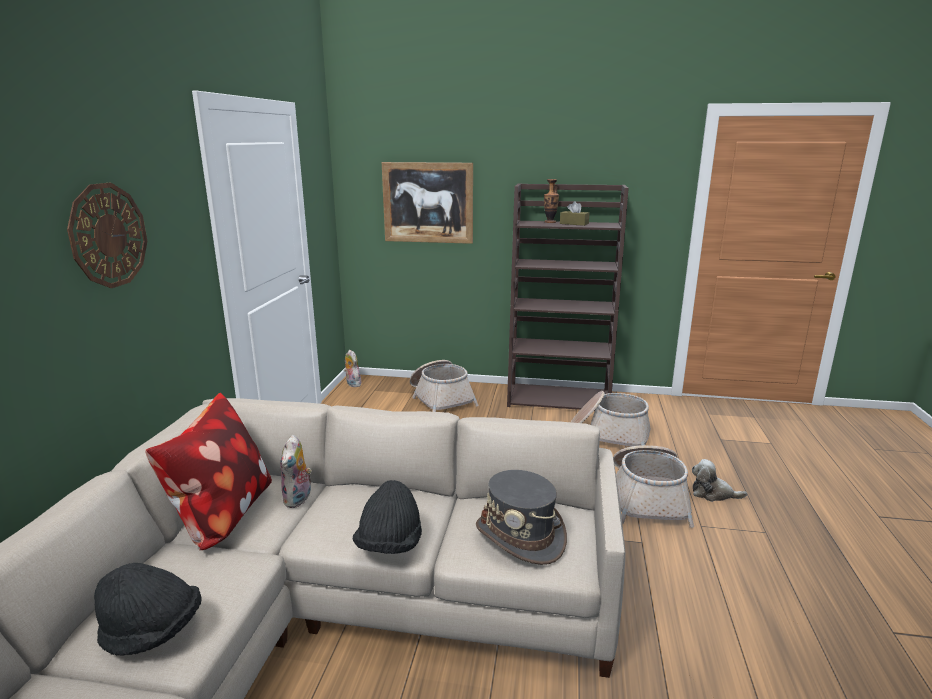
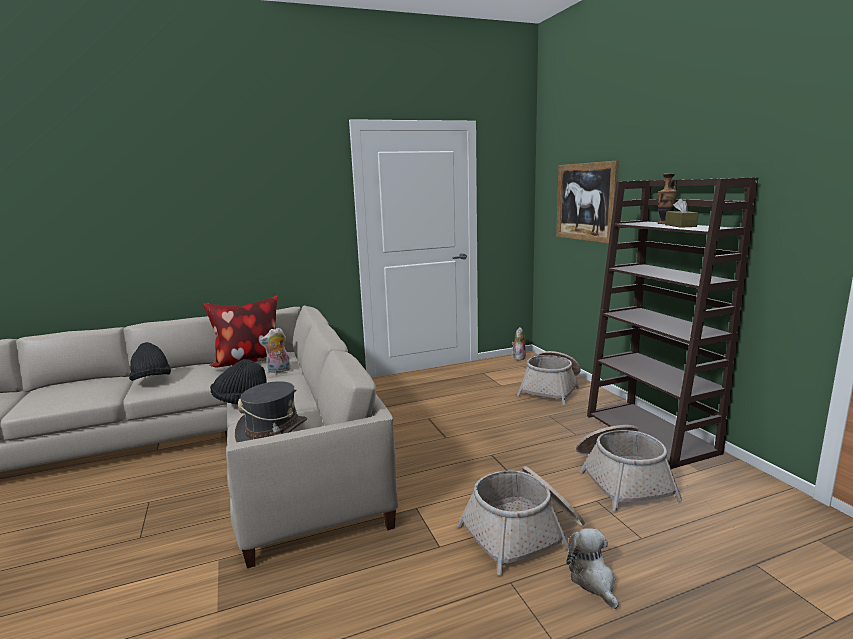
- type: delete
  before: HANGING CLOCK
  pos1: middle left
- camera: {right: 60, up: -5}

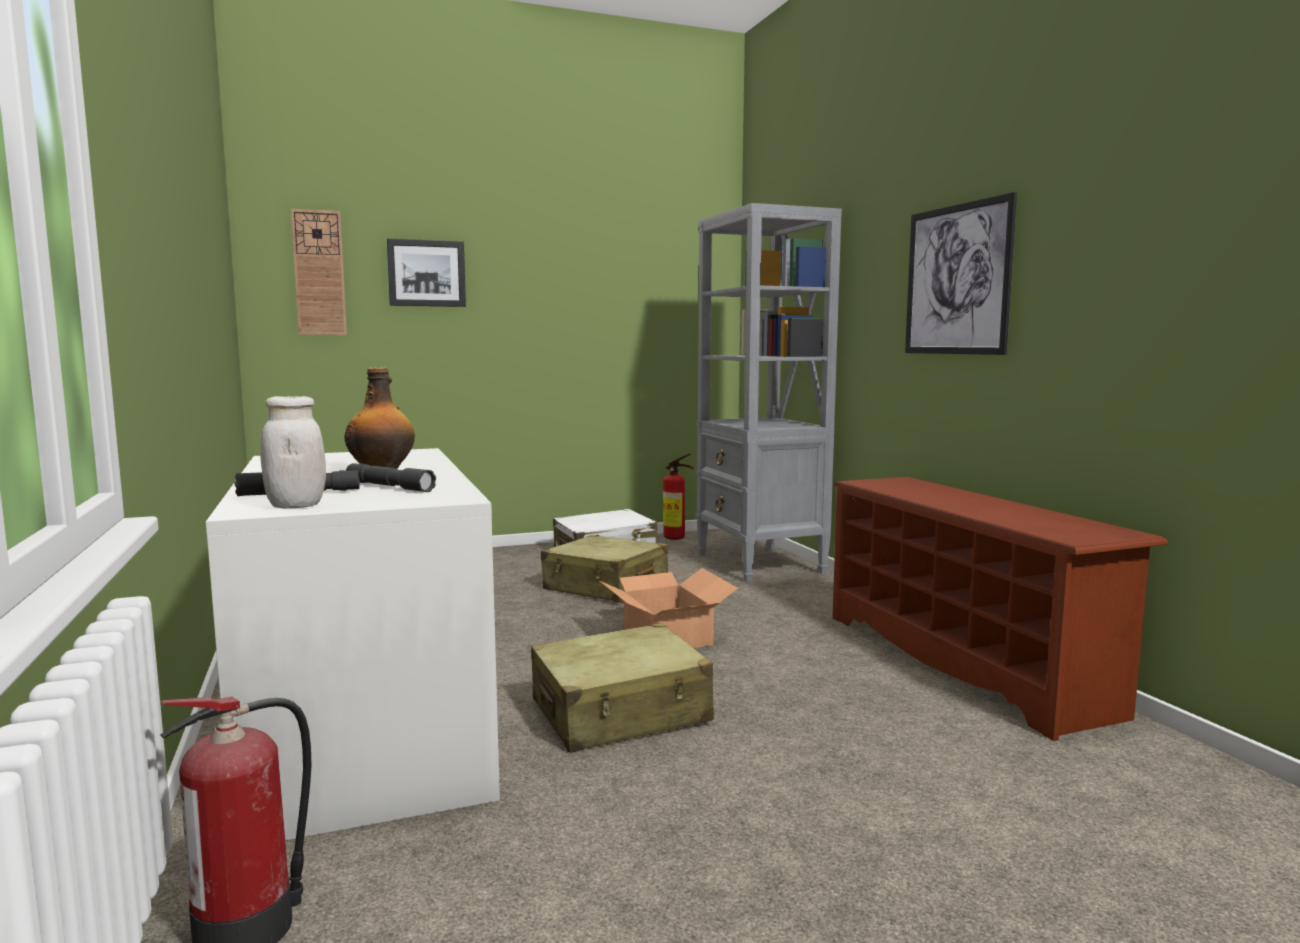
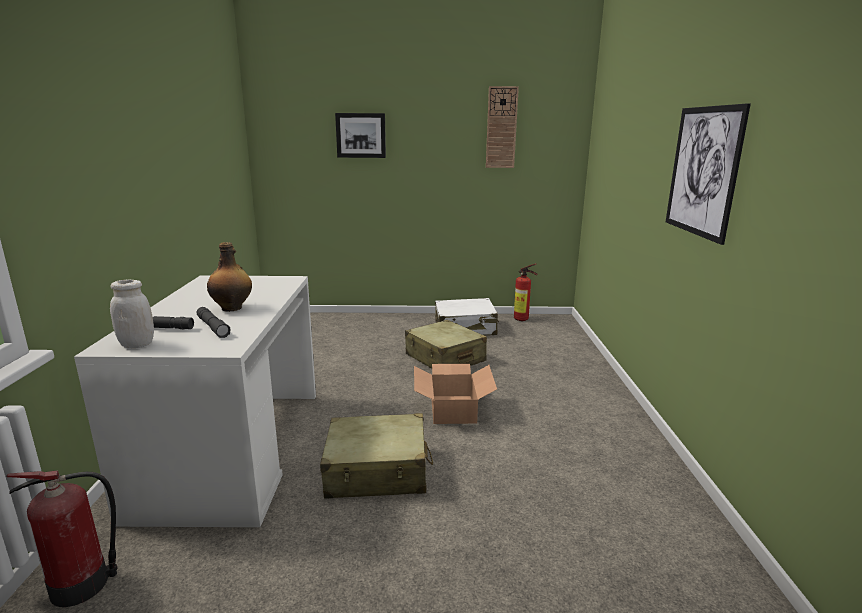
- type: move
  before: HANGING CLOCK
  pos1: top left
  pos2: top centre
- type: delete
  before: GRAY SHELVING UNIT
  pos1: centre
- type: delete
  before: BROWNISH SHOE RACK
  pos1: middle right
- camera: {right: 20, up: 10}

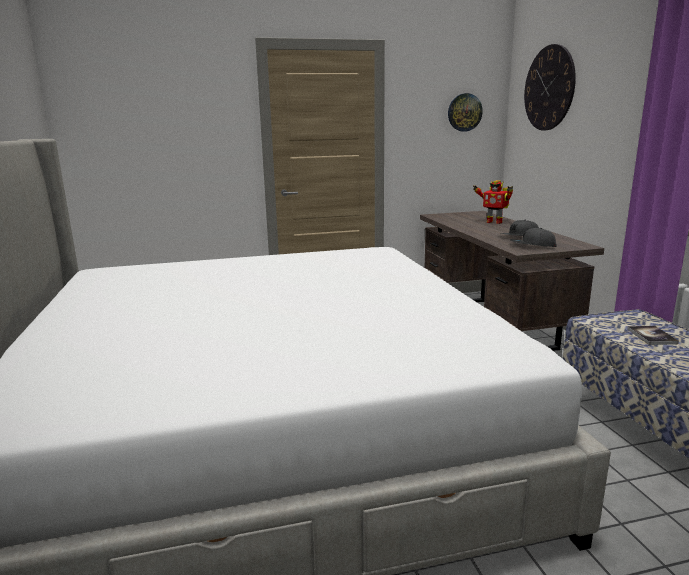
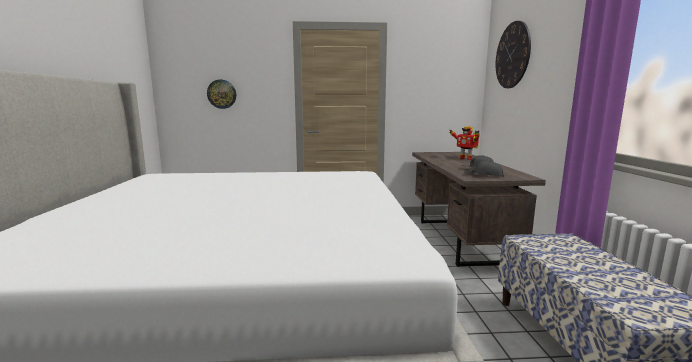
- type: move
  before: HANGING CLOCK (1st from left)
  pos1: top right
  pos2: top left
- type: delete
  before: BOOK
  pos1: middle right
- camera: {right: 10, up: -5}

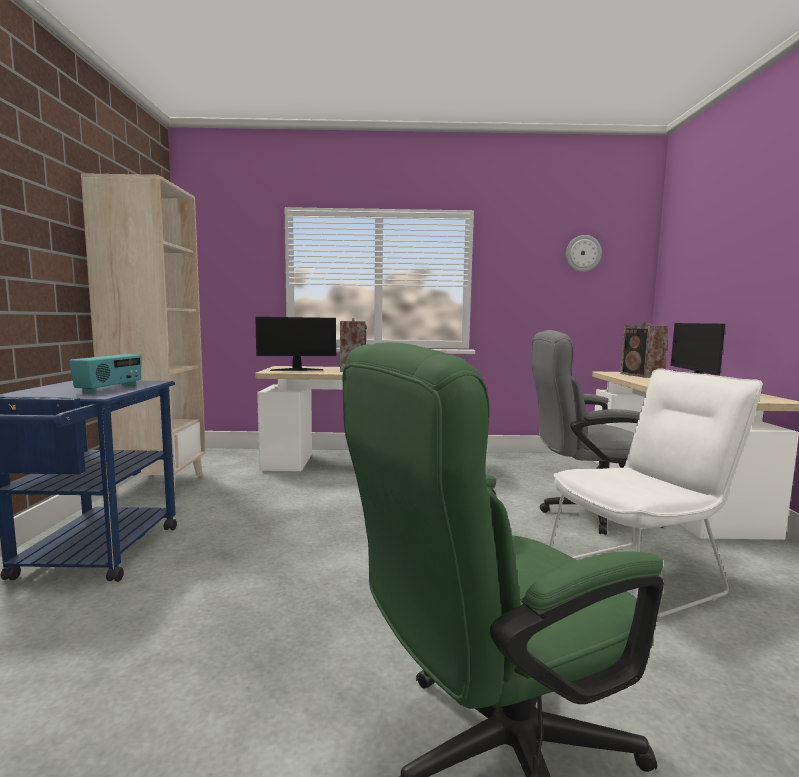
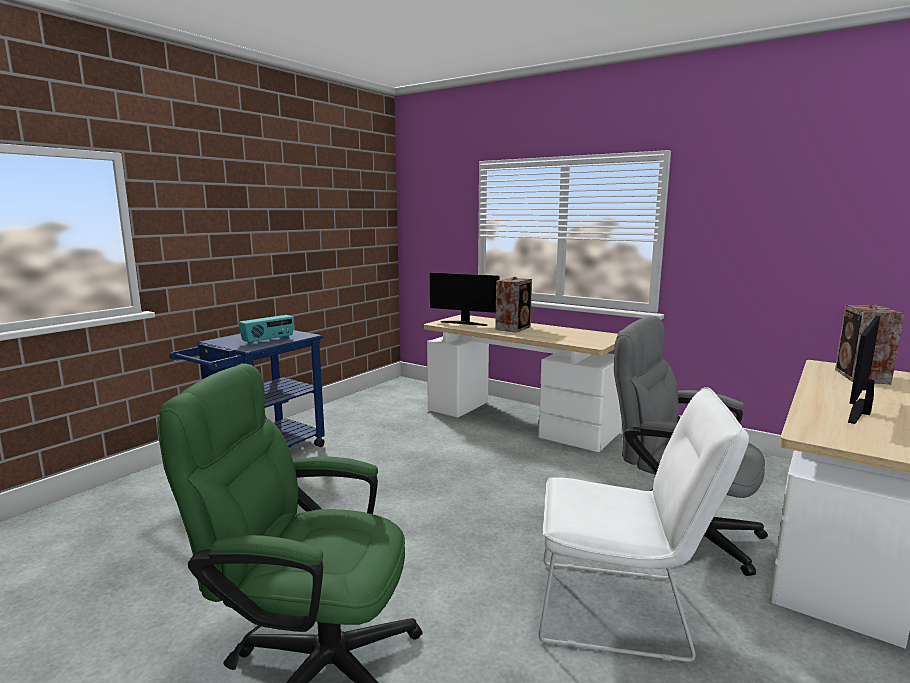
- type: delete
  before: BEIGE SHELVING UNIT
  pos1: middle left
- type: delete
  before: HANGING CLOCK
  pos1: top right
- camera: {right: 35, up: 5}

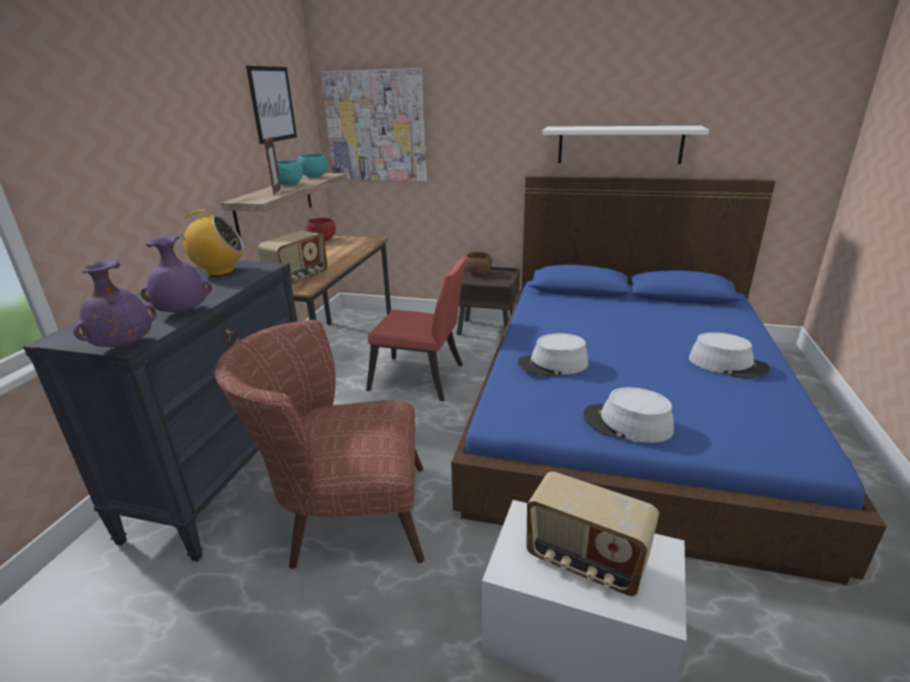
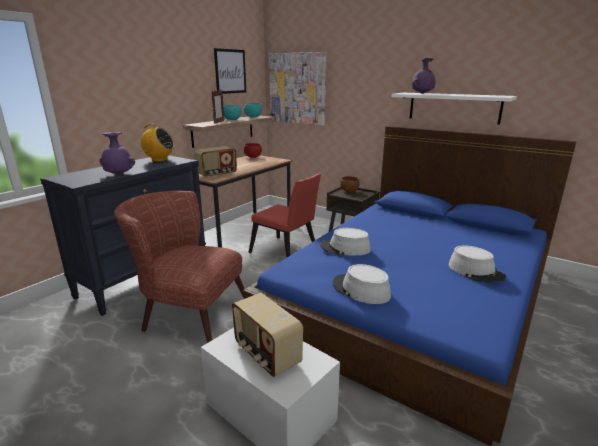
- type: move
  before: PURPLISH FLOWER VASE (1st from left in the first image)
  after: PURPLISH FLOWER VASE (2nd from left)
  pos1: middle left
  pos2: top right
- camera: {right: 20, up: -5}

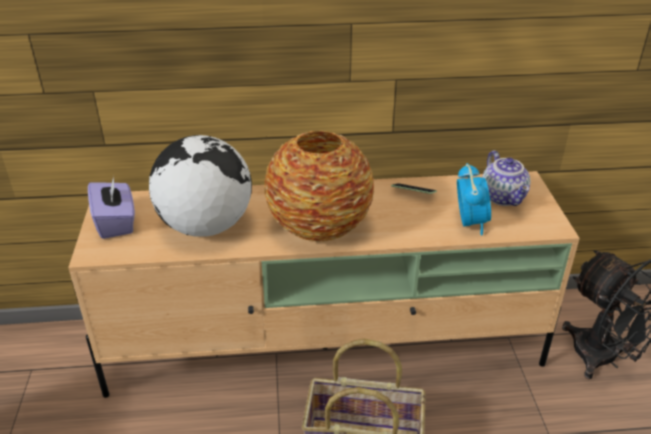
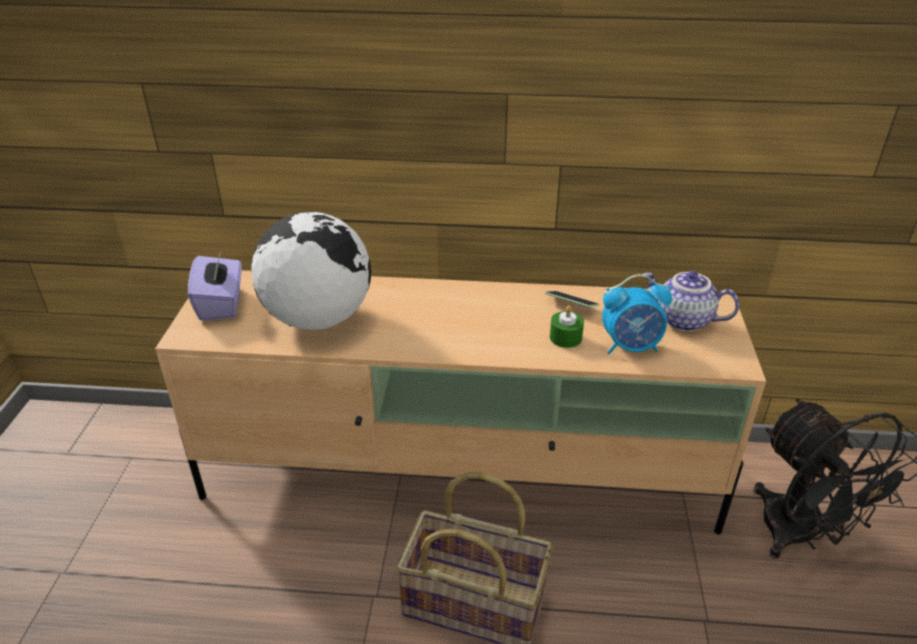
- type: delete
  before: FLOWER VASE
  pos1: centre
- type: rotate
  before: BEDSIDE CLOCK
  pos1: middle right
  pos2: middle right
  turn: 75
- type: rotate
  before: POT FOR TEA
  pos1: middle right
  pos2: middle right
  turn: 120
- type: insert
  after: GREEN WAX CANDLE
  pos2: centre
- camera: {right: 10, up: 0}

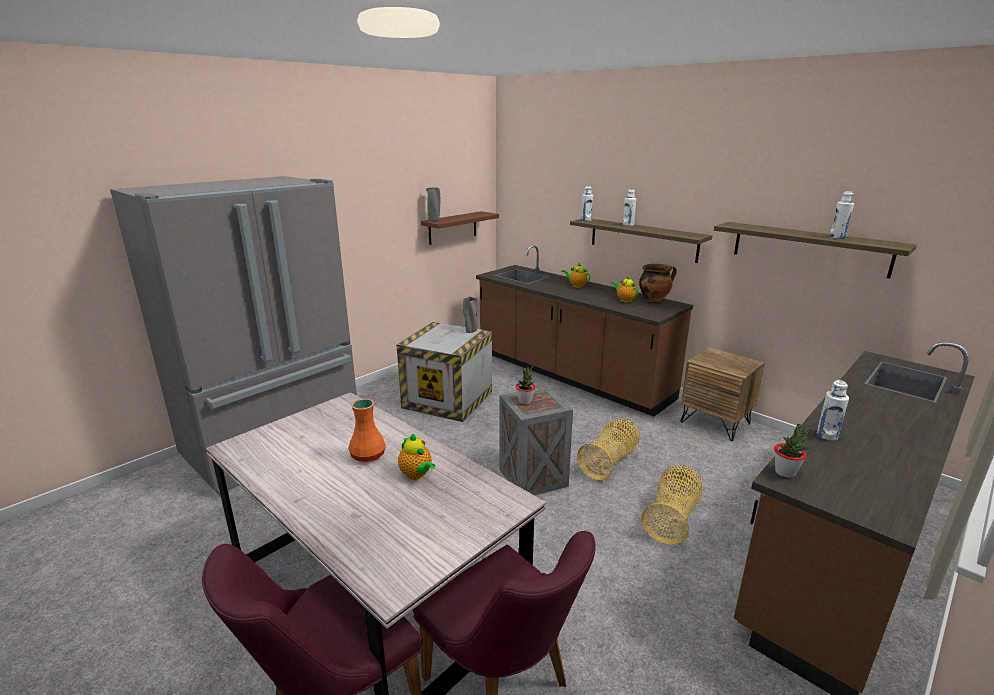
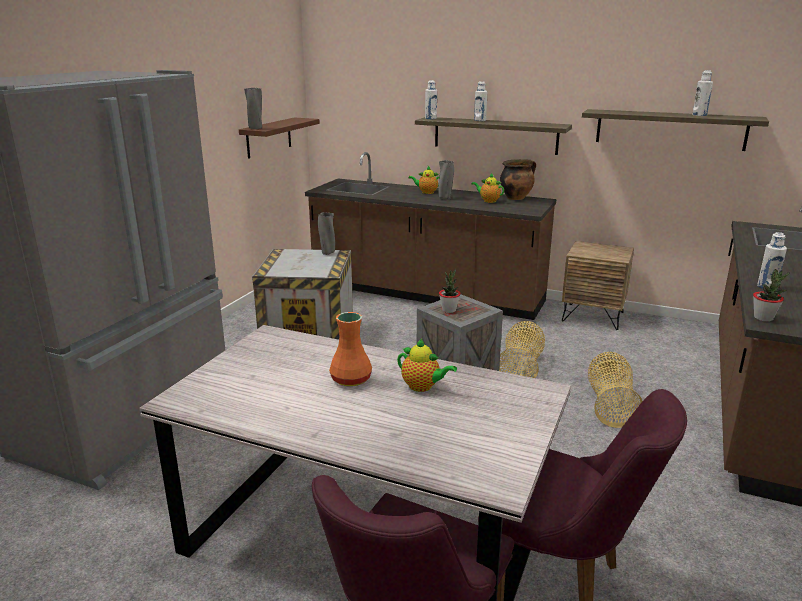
- type: insert
  after: GRAY FLOWER VASE (3rd from left)
  pos2: top centre
- camera: {right: -20, up: 0}

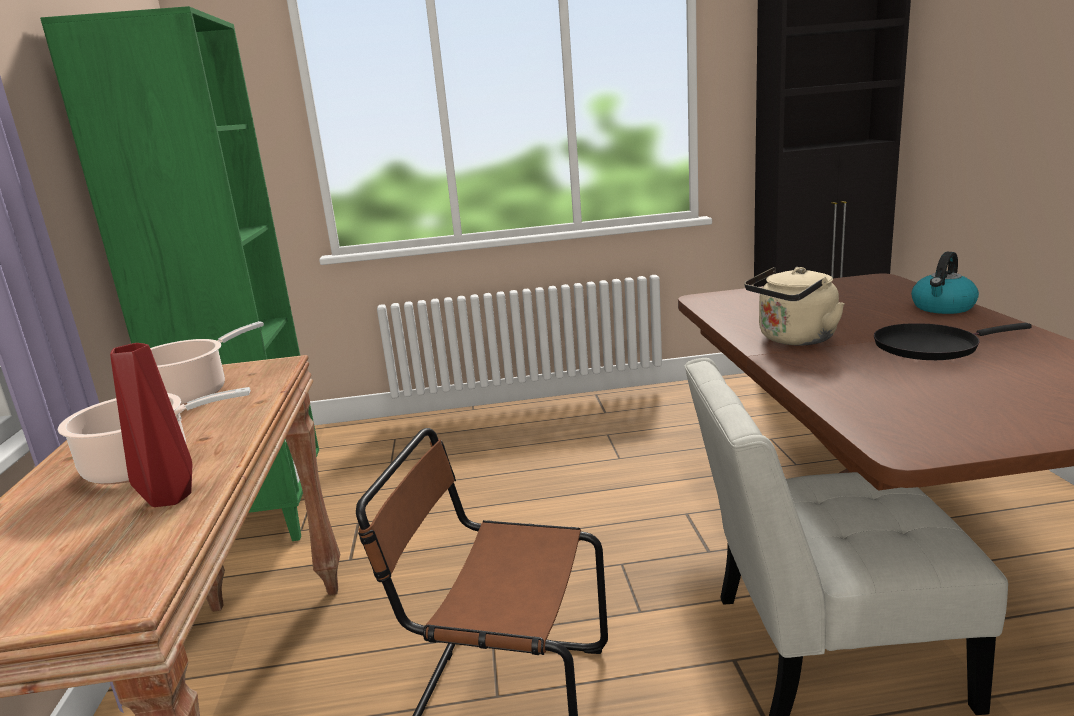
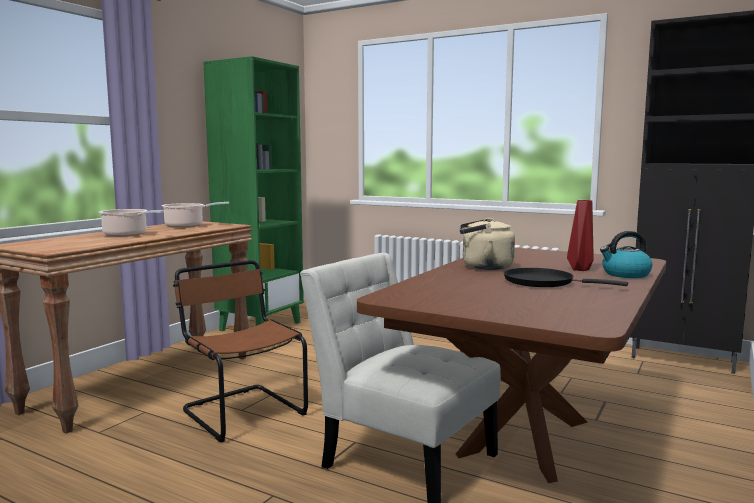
- type: move
  before: RED-COLOURED FLOWER VASE
  pos1: middle left
  pos2: middle right
- camera: {right: 35, up: -10}

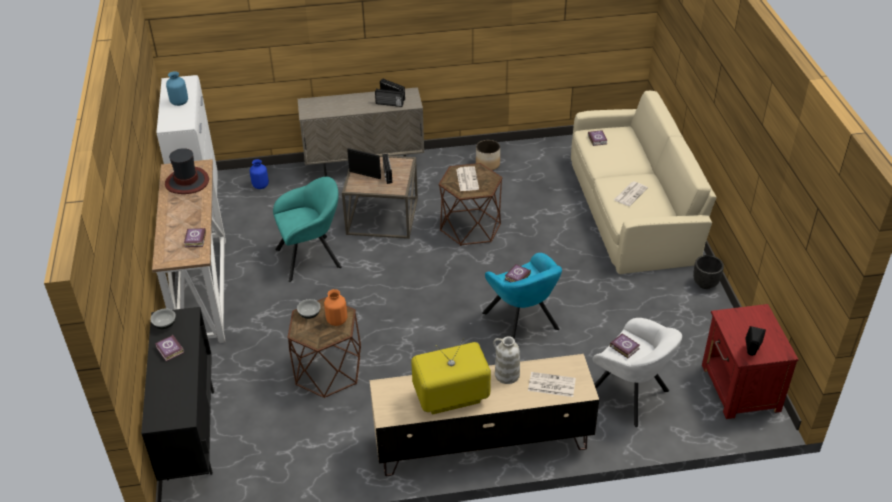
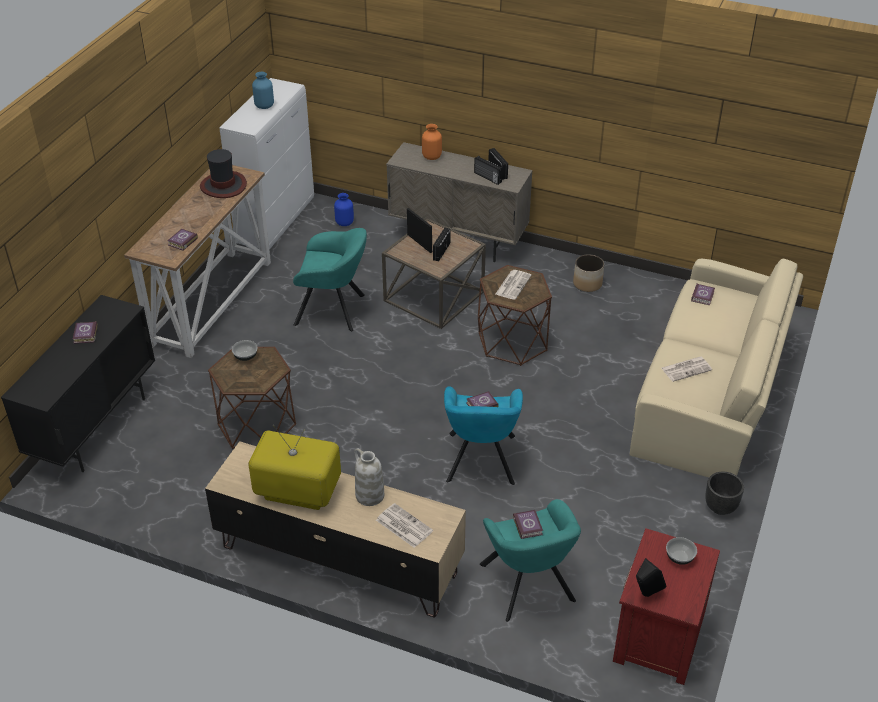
- type: move
  before: DEEP DISH (1st from left in the first image)
  after: DEEP DISH (2nd from left)
  pos1: middle left
  pos2: bottom right
- type: move
  before: ORANGE FLOWER VASE
  pos1: centre
  pos2: top centre
- type: recolor
  before: WHITISH ARMCHAIR
  after: BLUE-GREEN ARMCHAIR (3rd from left)
  pos1: bottom right
  pos2: bottom centre
- camera: {right: 30, up: 0}

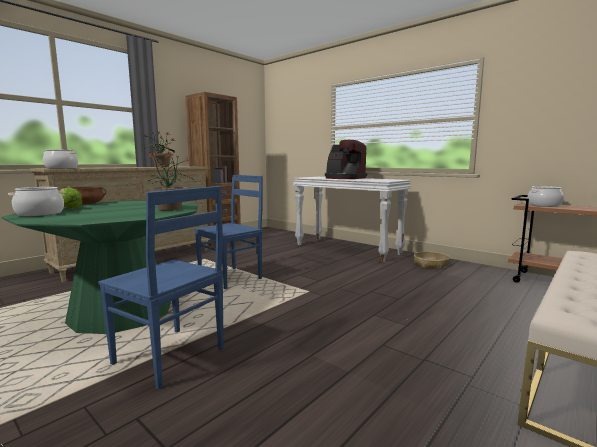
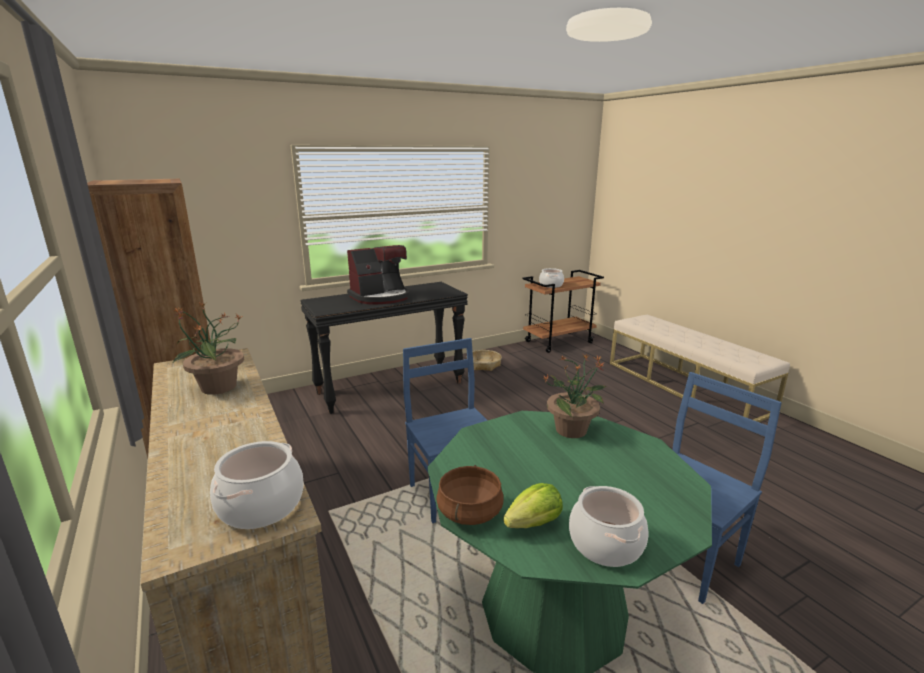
- type: recolor
  before: WHITISH CONSOLE TABLE
  after: BLACKISH CONSOLE TABLE
  pos1: centre
  pos2: centre
- camera: {right: -70, up: 10}

